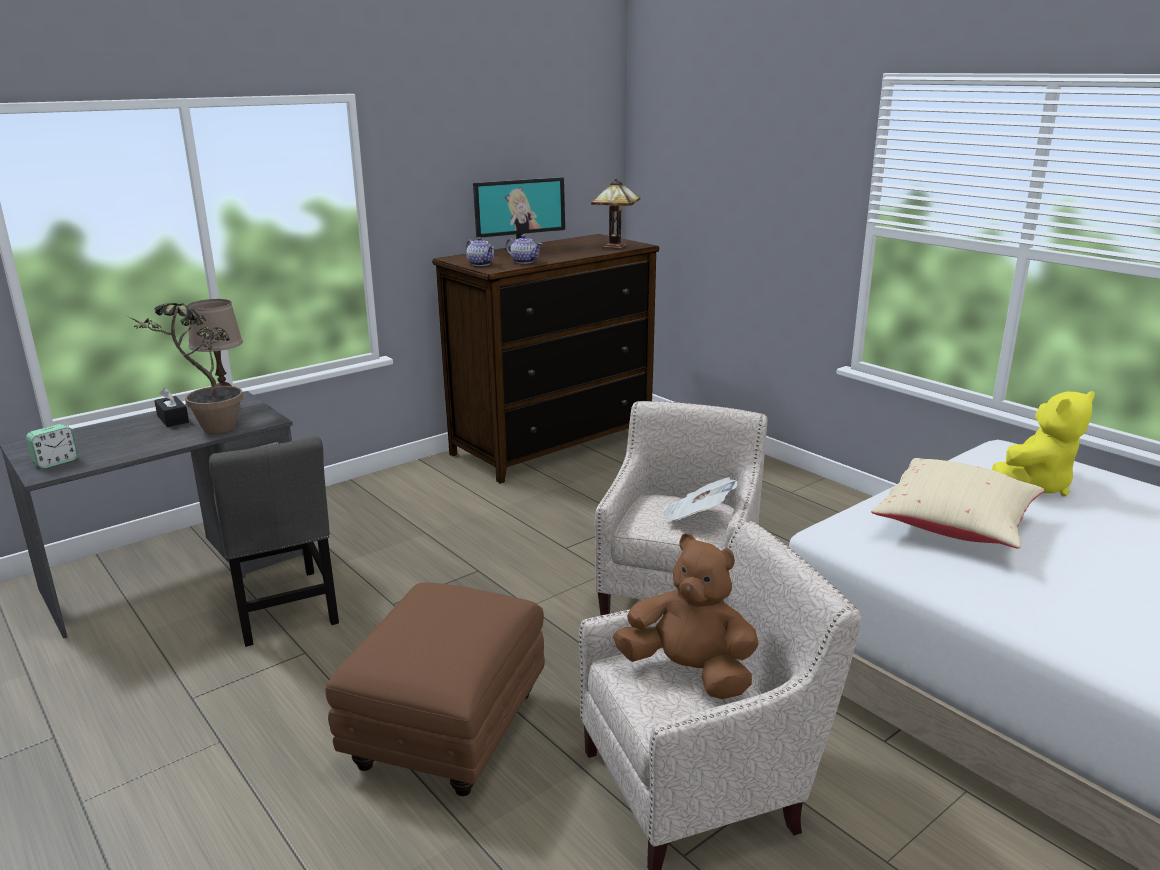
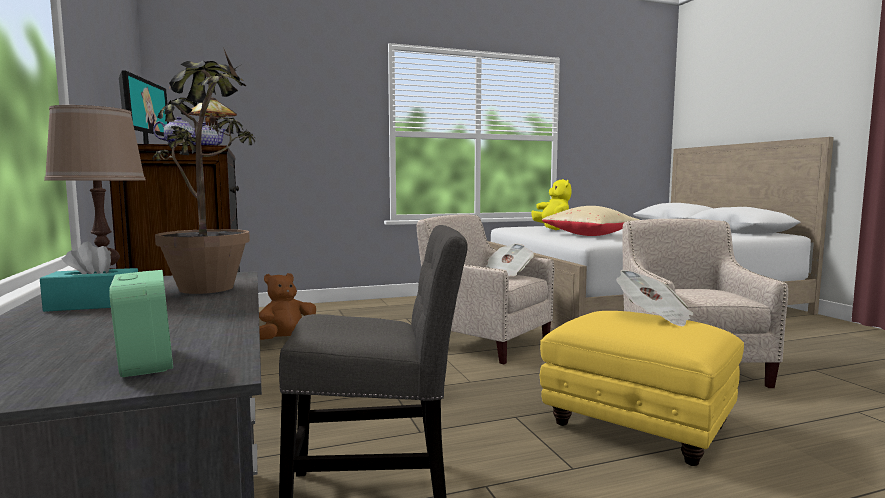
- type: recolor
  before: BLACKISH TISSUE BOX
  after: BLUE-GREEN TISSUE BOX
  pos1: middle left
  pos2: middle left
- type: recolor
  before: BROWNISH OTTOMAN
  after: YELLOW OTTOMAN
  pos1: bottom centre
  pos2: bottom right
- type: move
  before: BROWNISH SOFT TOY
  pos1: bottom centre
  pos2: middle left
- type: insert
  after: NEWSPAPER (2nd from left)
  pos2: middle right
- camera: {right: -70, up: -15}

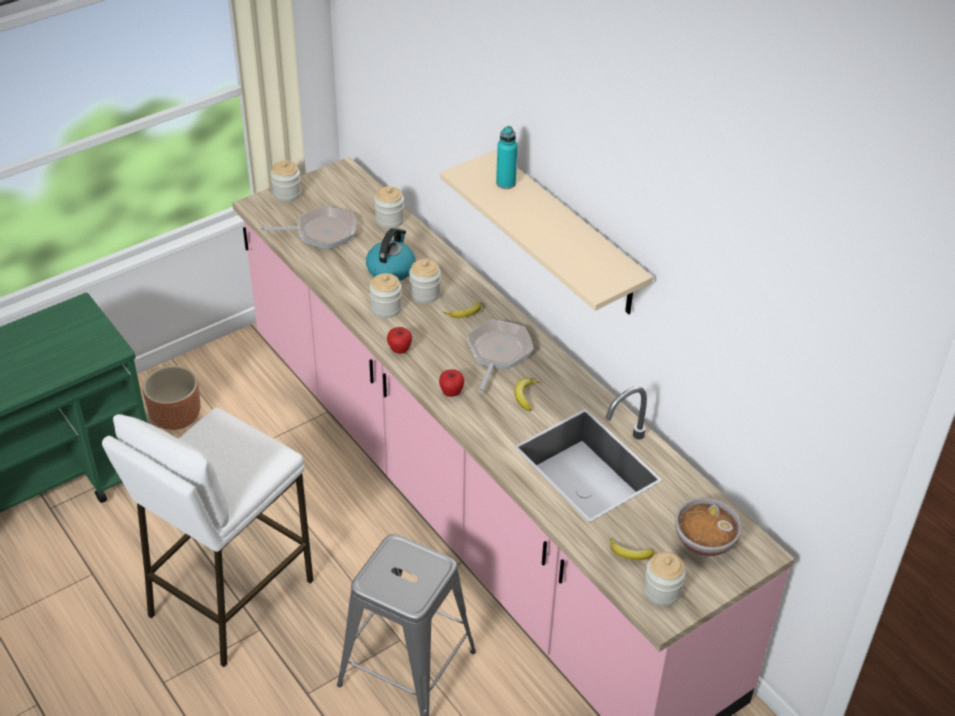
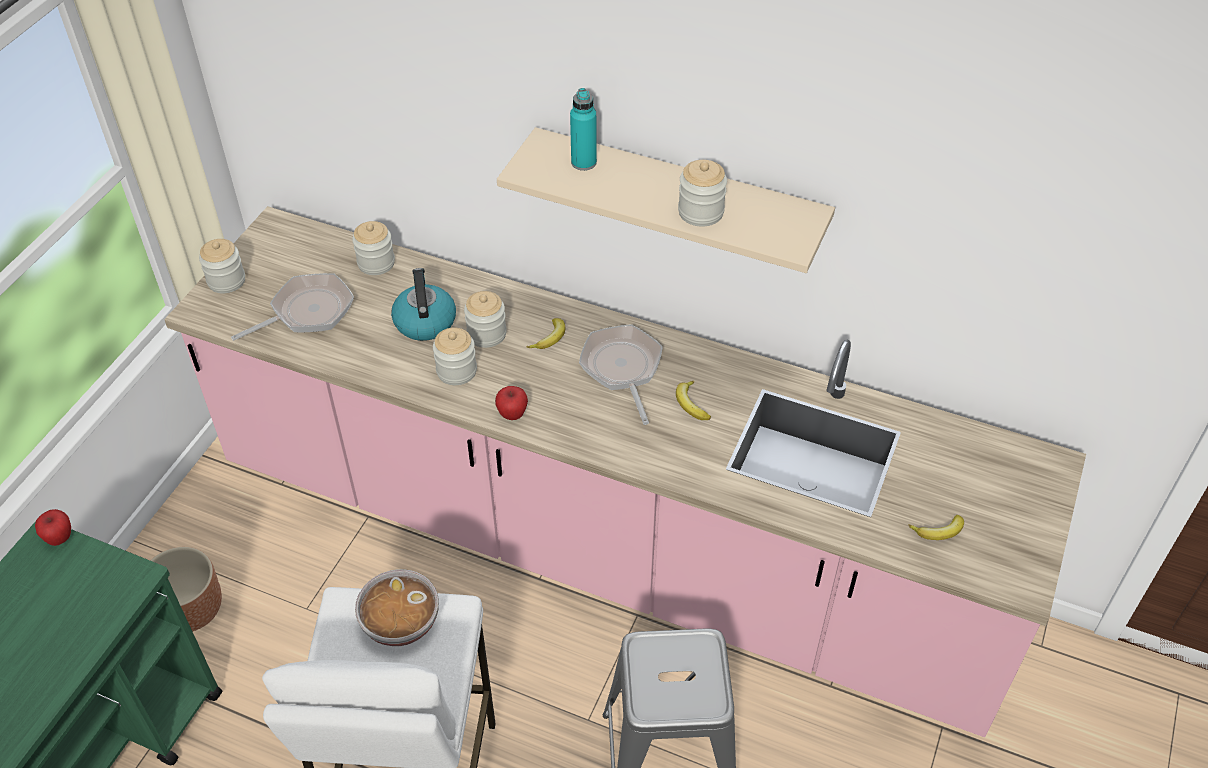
- type: move
  before: WHOLE APPLE (2nd from left in the first image)
  after: WHOLE APPLE (1st from left)
  pos1: centre
  pos2: bottom left
- type: move
  before: JAR (5th from left)
  pos1: bottom right
  pos2: top centre
- type: move
  before: DEEP DISH
  pos1: bottom right
  pos2: bottom left
- camera: {right: -30, up: 5}

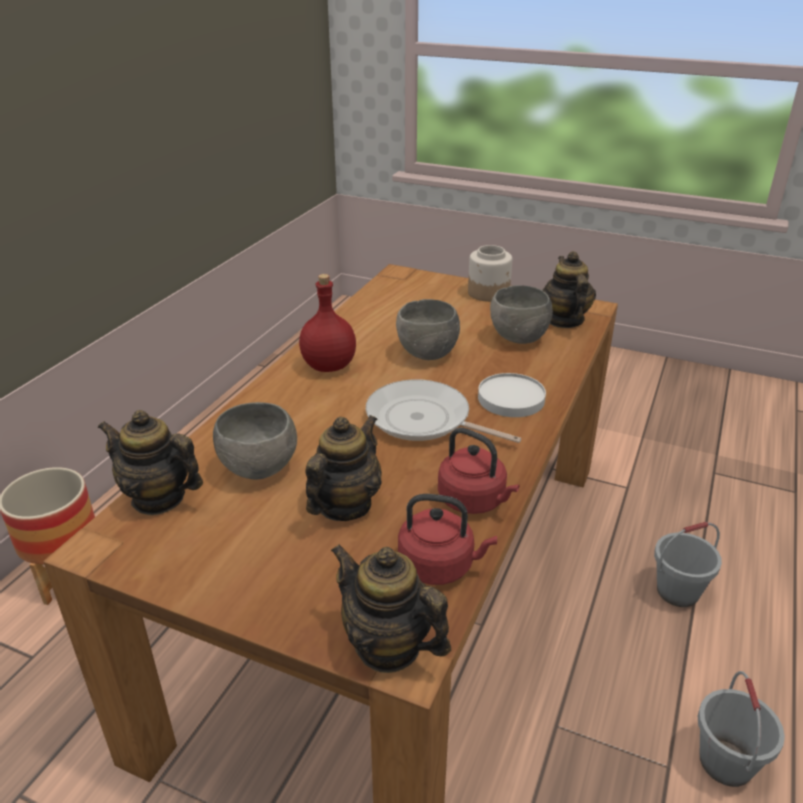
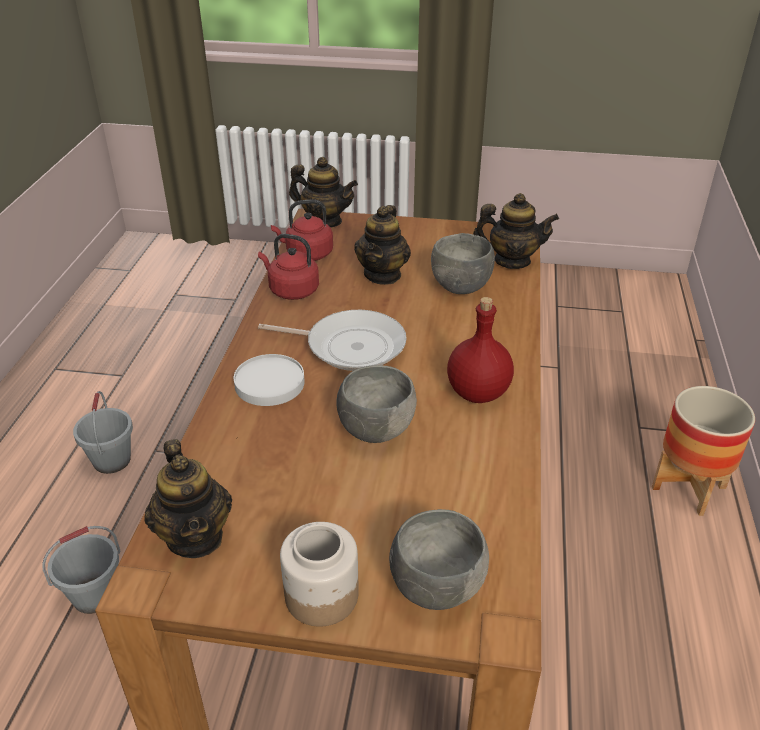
- type: move
  before: GRAY DEEP DISH (3rd from left in the first image)
  after: GRAY DEEP DISH (2nd from left)
  pos1: centre
  pos2: bottom centre
- camera: {right: 165, up: 5}

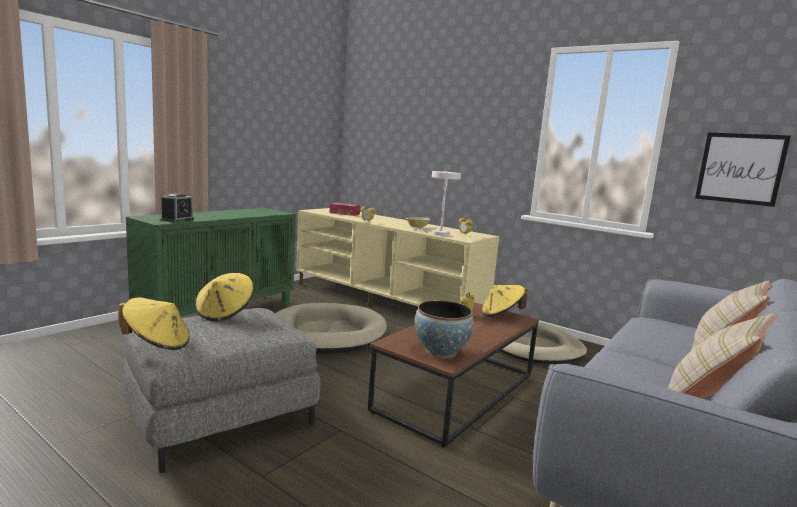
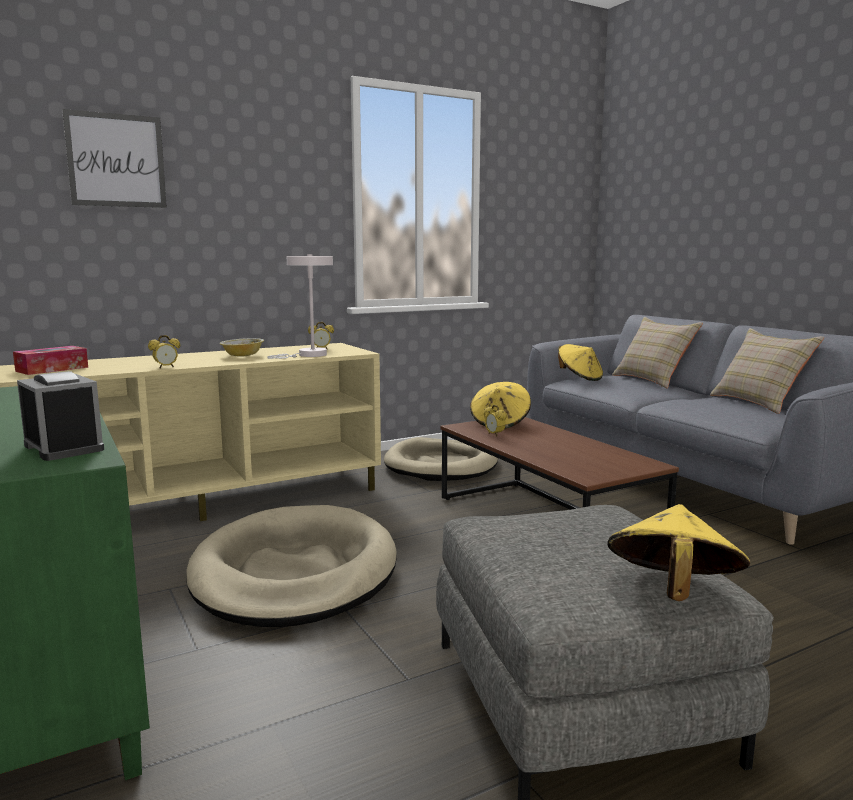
- type: move
  before: YELLOW CLOTHING HAT (2nd from left)
  pos1: middle left
  pos2: middle right
- type: delete
  before: DEEP DISH (2nd from left)
  pos1: centre
- type: move
  before: WALL ART
  pos1: middle right
  pos2: top left
- camera: {right: -65, up: 0}

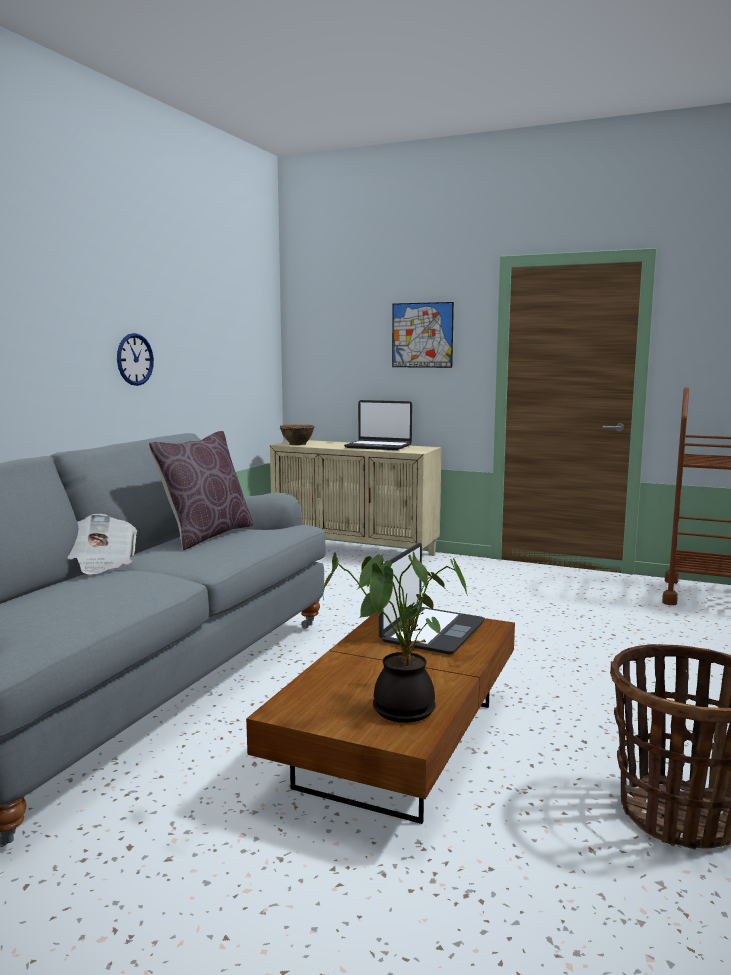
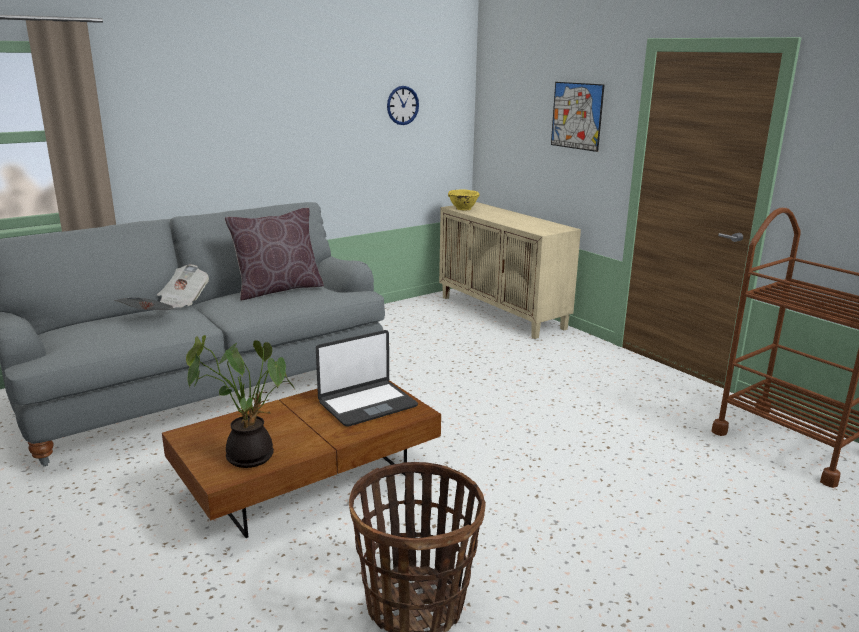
- type: move
  before: HANGING CLOCK
  pos1: middle left
  pos2: top centre
- type: recolor
  before: BROWNISH DEEP DISH
  after: YELLOW DEEP DISH
  pos1: centre
  pos2: top centre
- type: delete
  before: LAPTOP (1st from left)
  pos1: centre
- type: insert
  after: NEWSPAPER (1st from left)
  pos2: middle left
- camera: {right: 30, up: 10}

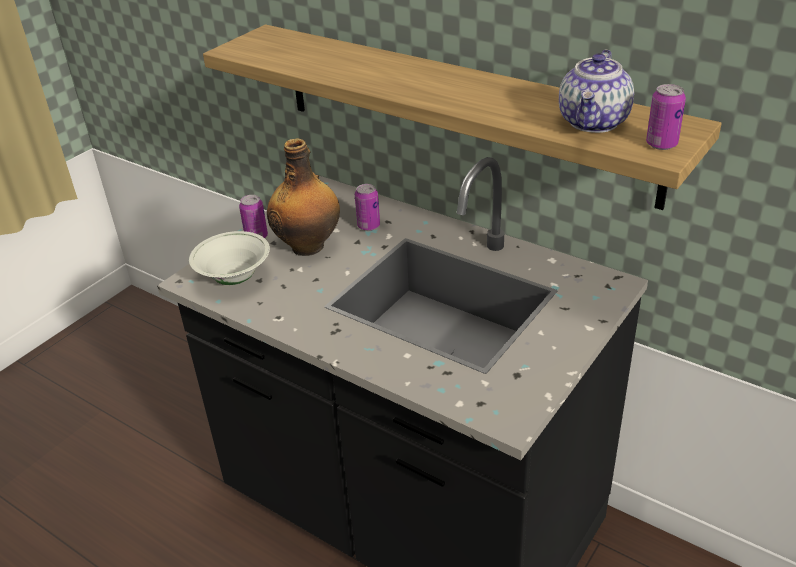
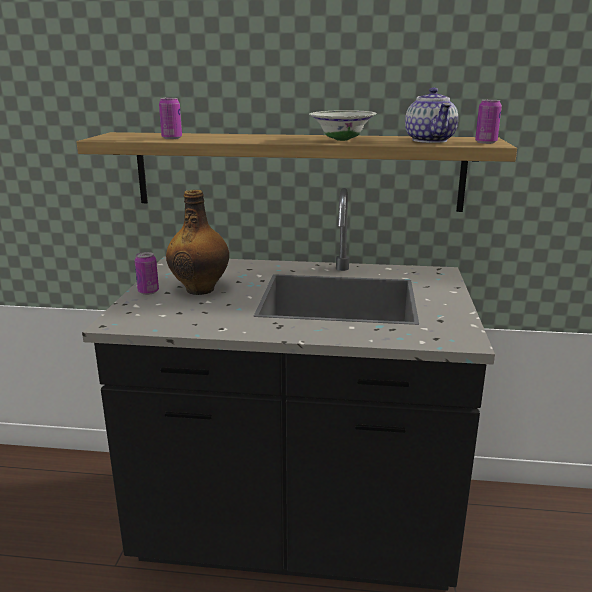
- type: move
  before: WHITISH DEEP DISH
  pos1: middle left
  pos2: top centre
- type: move
  before: CAN (2nd from left)
  pos1: centre
  pos2: top left
- camera: {right: -30, up: -15}

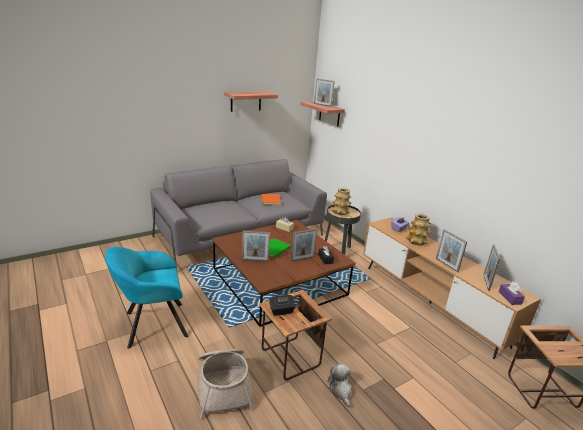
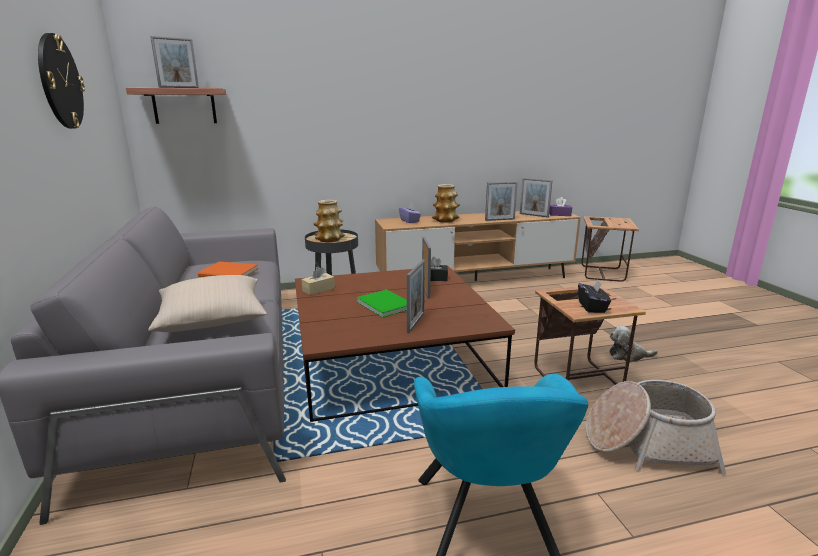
- type: replace
  before: SHELF (1st from left)
  after: HANGING CLOCK
  pos1: top centre
  pos2: top left
- type: insert
  after: BEIGE THROW PILLOW
  pos2: middle left
- camera: {right: -70, up: -5}

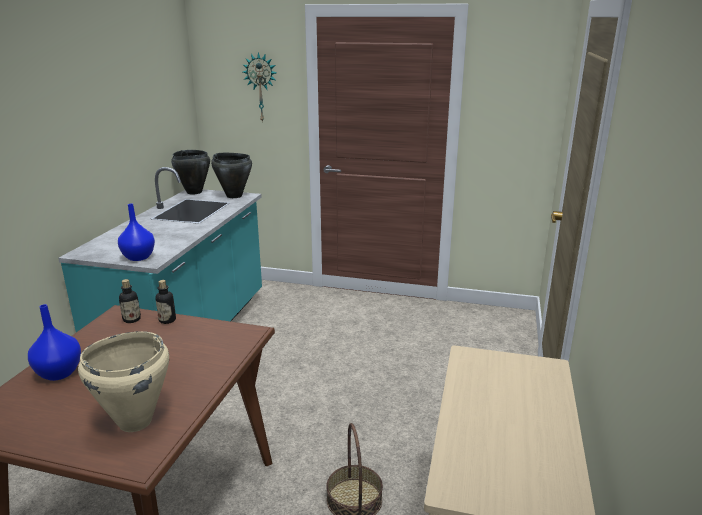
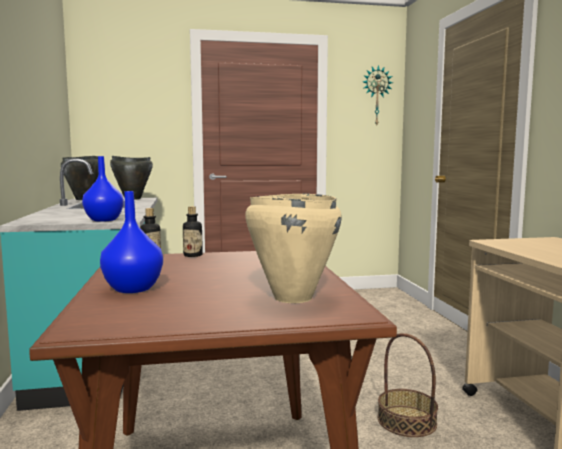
- type: move
  before: HANGING CLOCK
  pos1: top centre
  pos2: top right
- camera: {right: -25, up: -15}

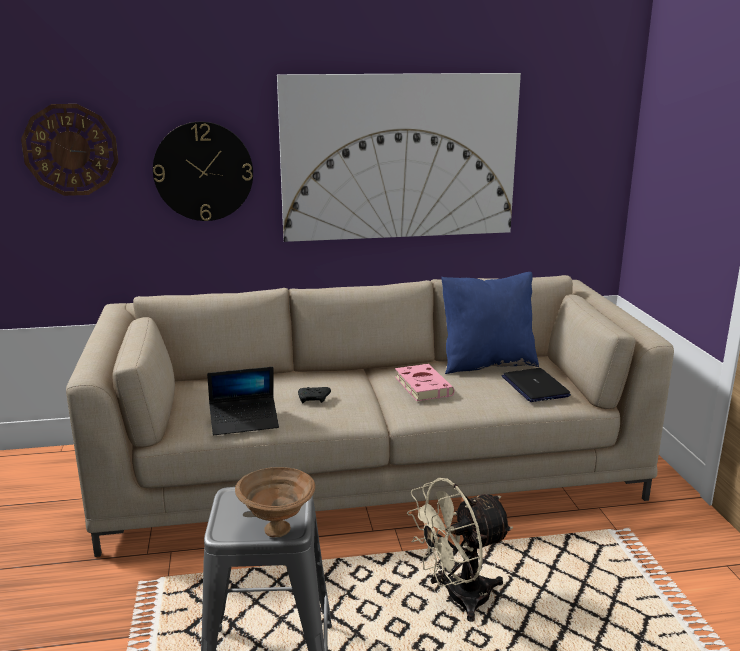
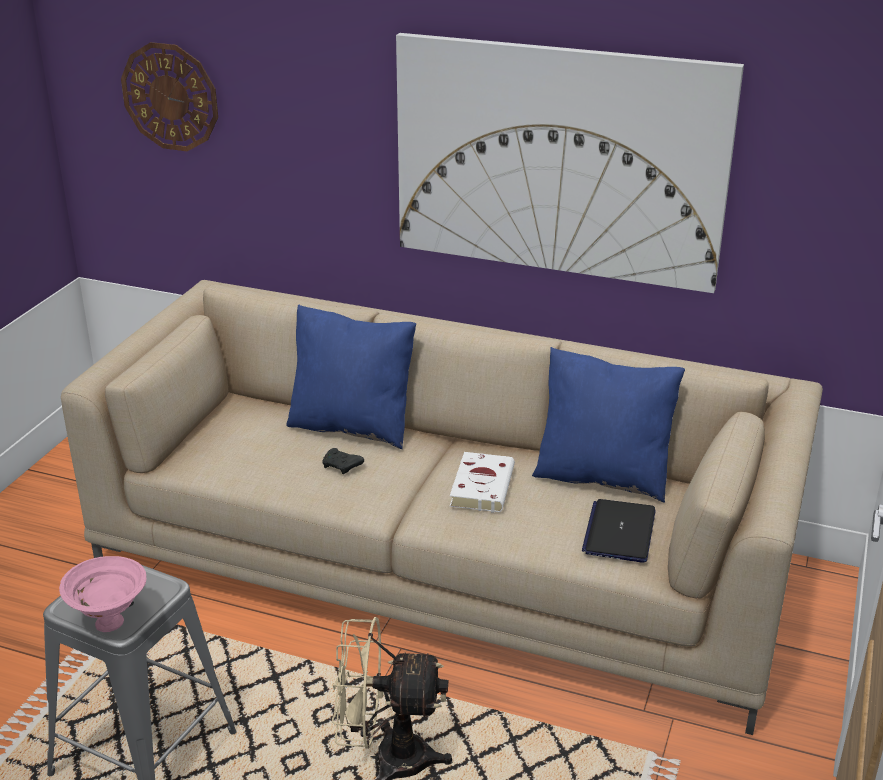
- type: delete
  before: HANGING CLOCK (2nd from left)
  pos1: top left
- type: delete
  before: LAPTOP (1st from left)
  pos1: middle left
- type: recolor
  before: BROWNISH DEEP DISH
  after: PINKISH DEEP DISH
  pos1: bottom centre
  pos2: bottom left
- type: recolor
  before: PINKISH BOOK
  after: WHITISH BOOK
  pos1: centre
  pos2: centre
- type: insert
  after: BLUE-COLOURED THROW PILLOW (1st from left)
  pos2: centre
- camera: {right: 30, up: 10}

